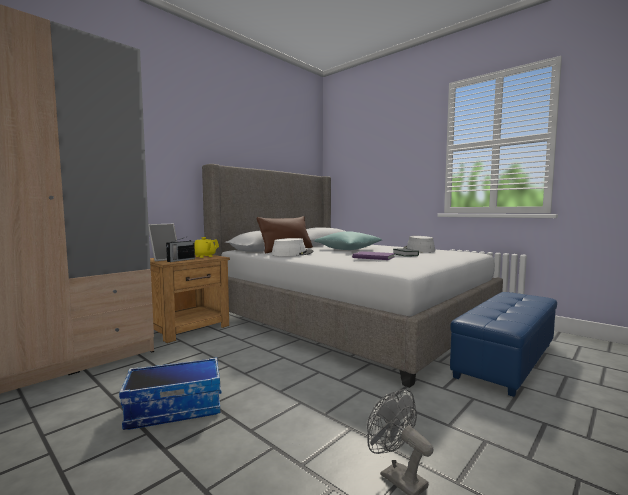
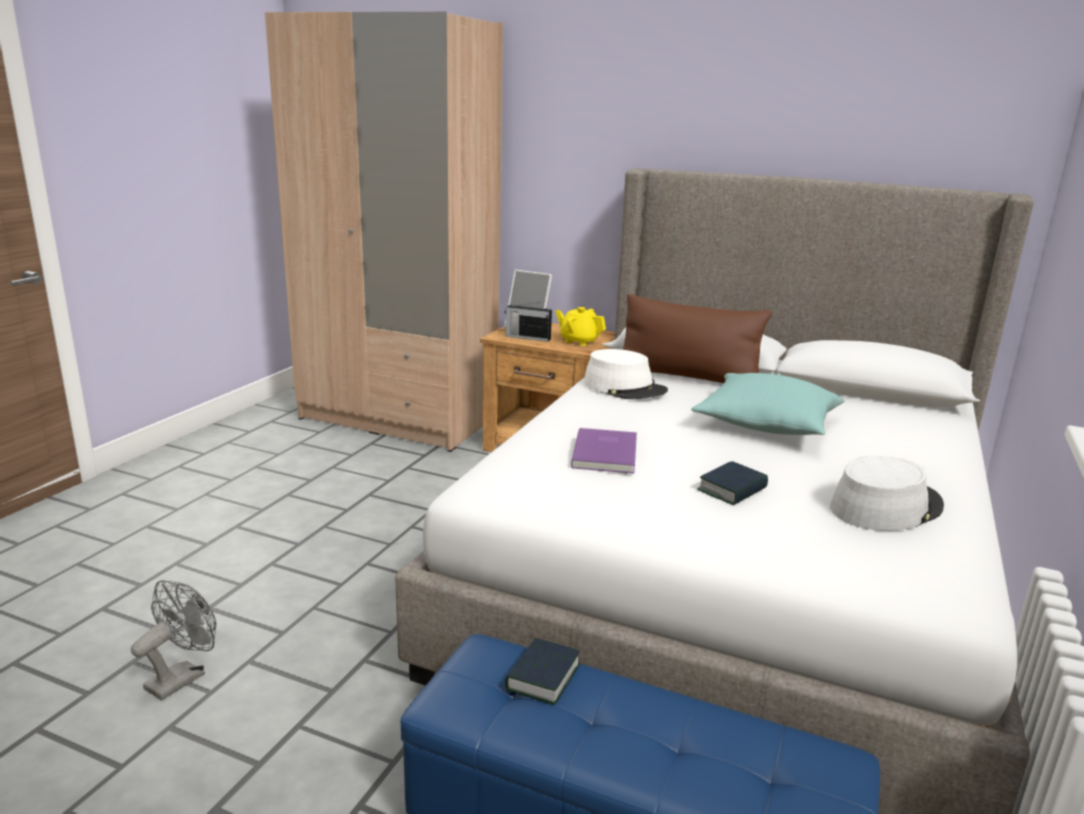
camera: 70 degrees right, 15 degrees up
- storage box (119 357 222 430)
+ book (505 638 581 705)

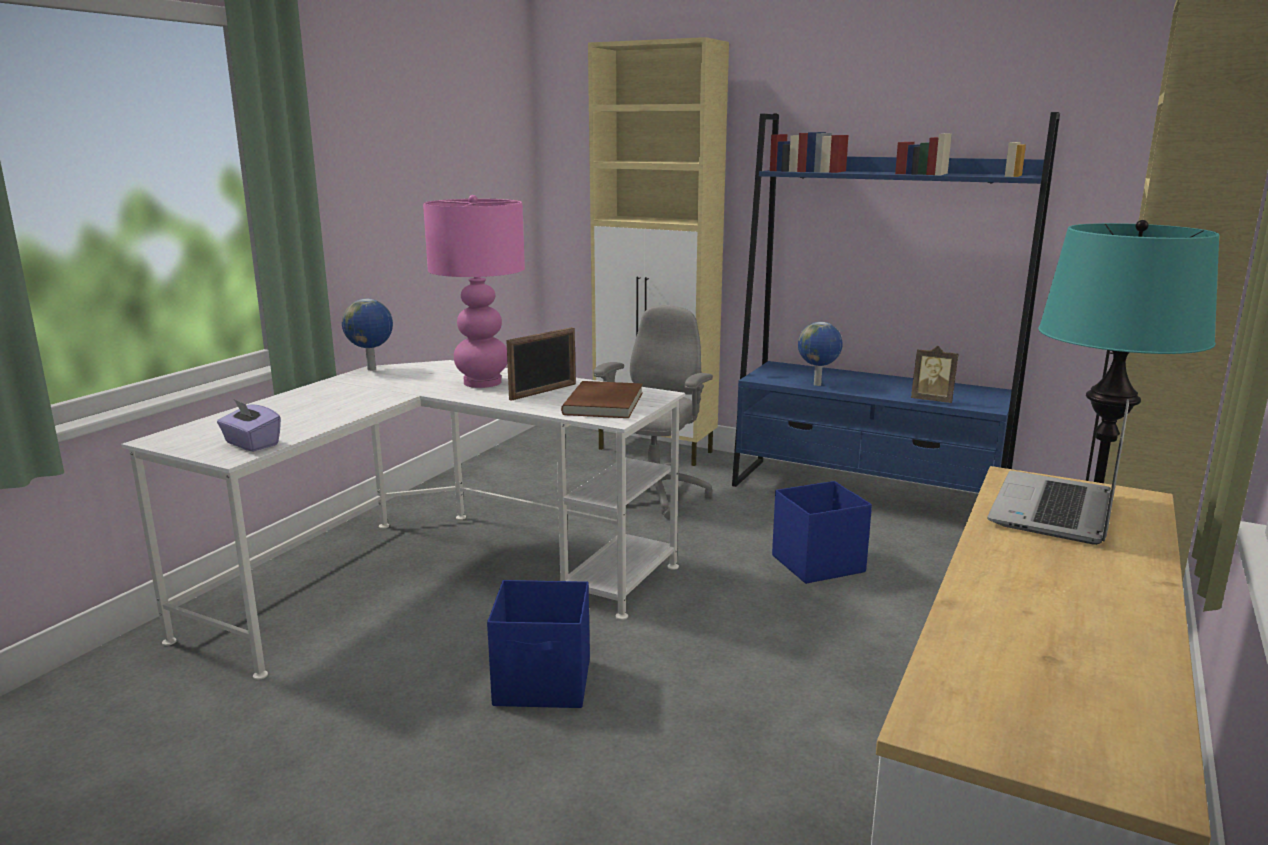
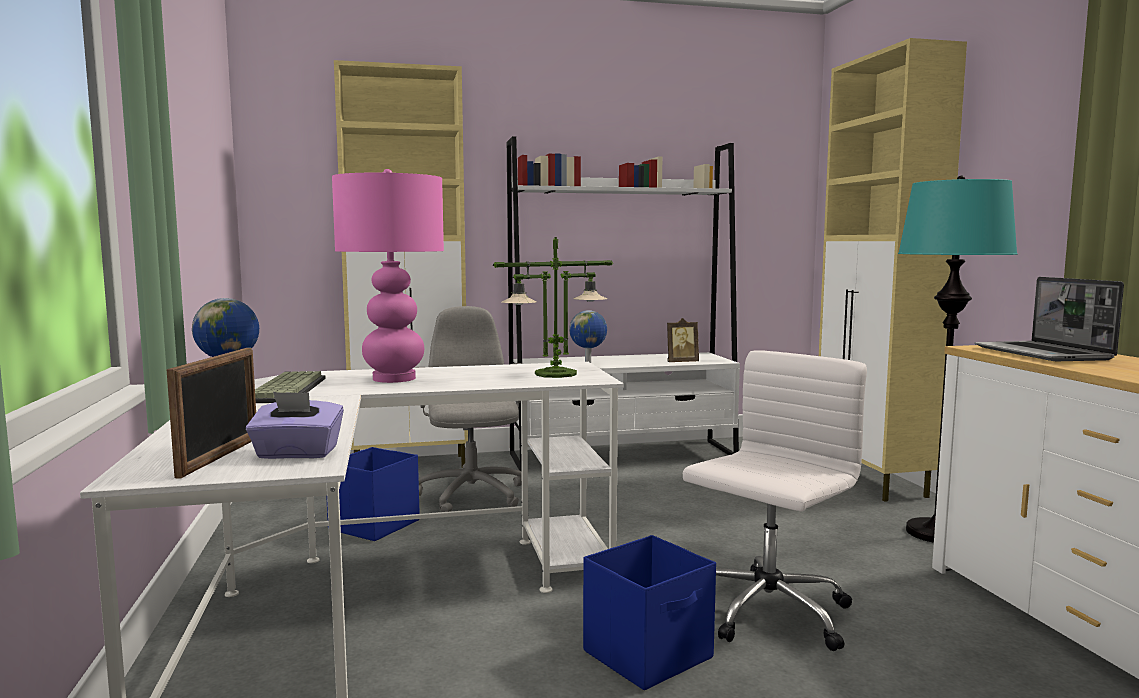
camera: 40 degrees left, 10 degrees down
~ blue bookcase (732 112 1060 493) to white bookcase (507 136 740 471)
~ picture frame (506 327 576 401) to (166 348 256 479)
~ brown book (561 381 643 418) to table lamp (493 237 613 378)
~ blue storage box (772 481 872 584) to (326 447 420 541)
+ white office chair (683 350 867 651)
+ keyboard (255 371 326 403)

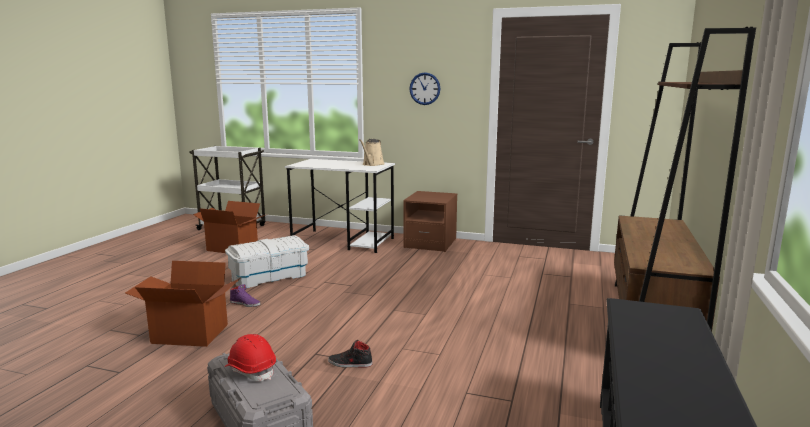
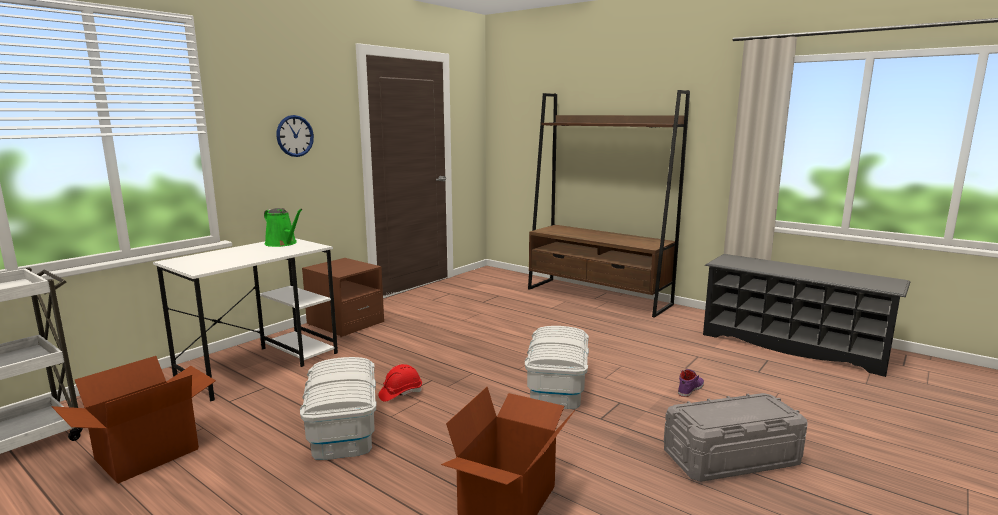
camera: 70 degrees left, 0 degrees up
~ beige watering can (359 139 385 166) to green watering can (264 208 303 247)
~ purple shoe (230 284 260 307) to (678 369 704 397)
~ red hard hat (225 334 276 381) to (378 364 422 402)
- black shoe (328 340 373 368)
+ white storage box (525 326 589 409)

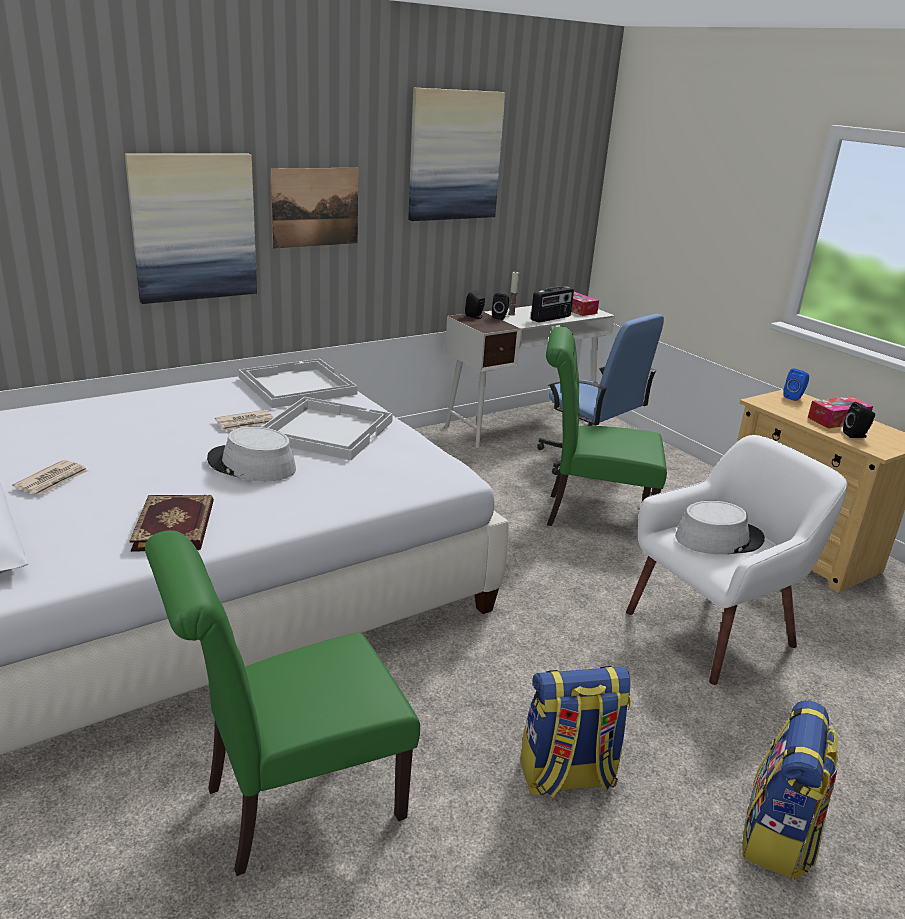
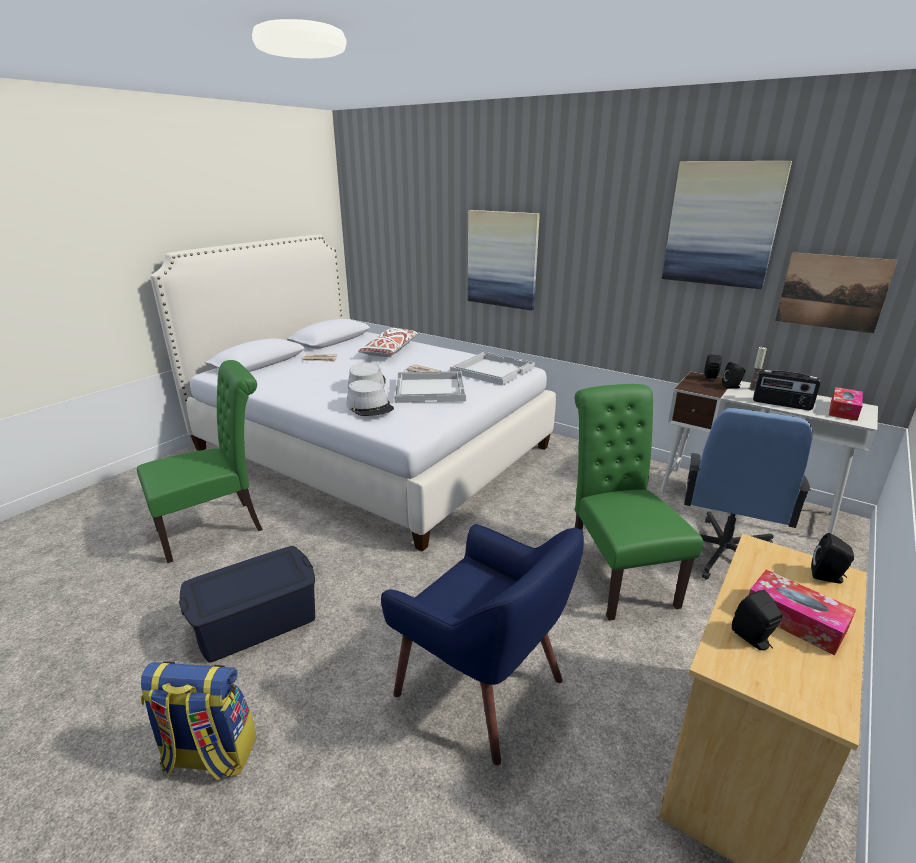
camera: 70 degrees right, 0 degrees up
~ picture (270 168 358 249) to (775 252 898 334)
~ blue speaker (783 368 809 401) to black speaker (811 533 854 584)
~ white armchair (626 435 848 685) to blue armchair (381 524 584 765)
- book (130 494 214 552)
~ grey hat (675 501 765 554) to (347 380 394 416)
~ green chair (145 530 420 876) = (137 360 263 563) 105 degrees clockwise
~ backpack (521 666 631 798) to blue storage box (179 546 315 663)
+ white pillow (358 328 419 357)

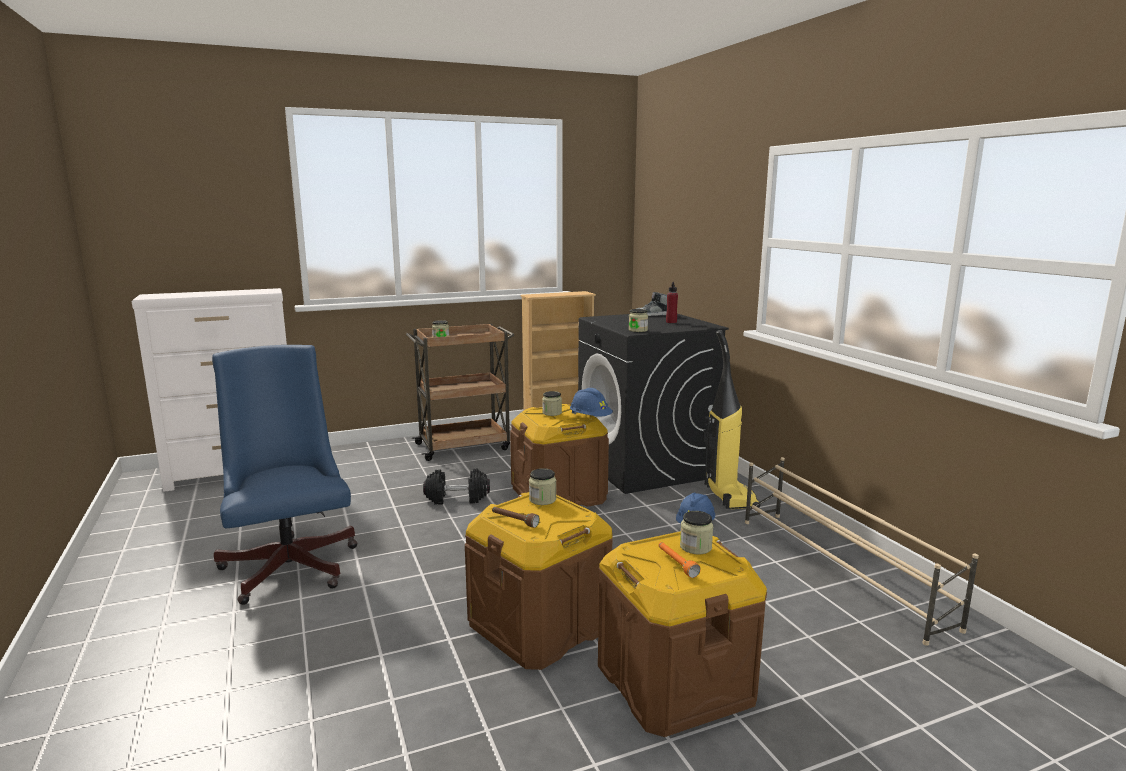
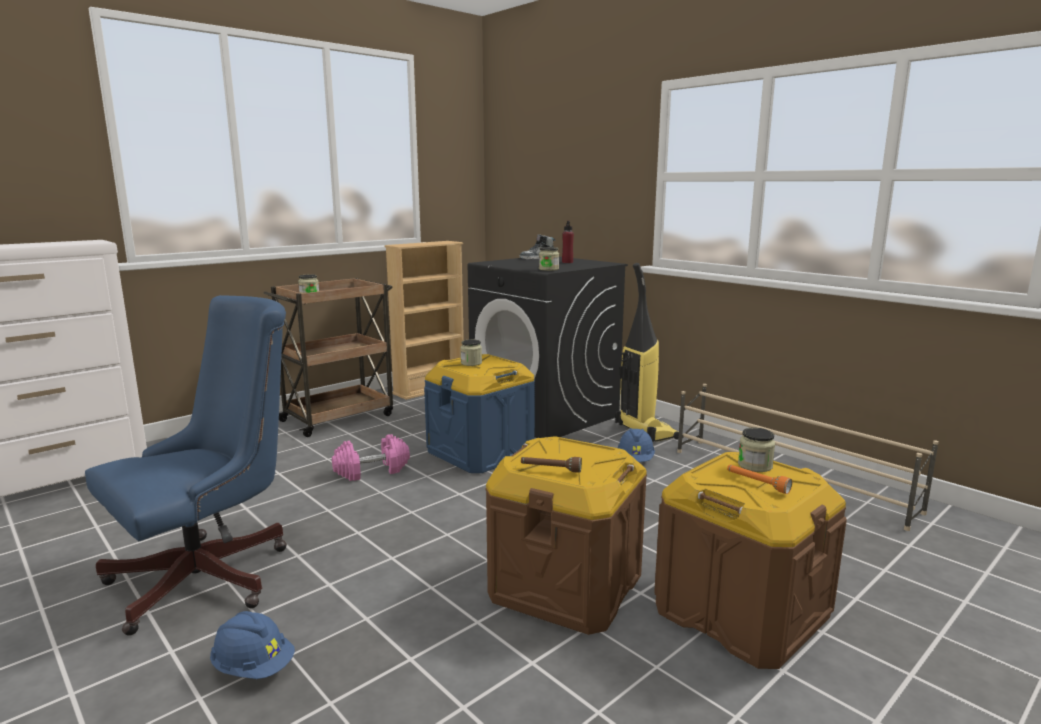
camera: 20 degrees left, 0 degrees up
~ blue office chair (212 345 358 605) = (85 295 287 636) 90 degrees clockwise
~ blue hard hat (570 388 613 417) to (210 611 295 679)
~ brown storage box (510 404 609 507) to blue storage box (424 354 535 473)
~ black dumbbell (423 468 490 505) to pink dumbbell (332 434 410 481)
- jar (529 468 556 505)

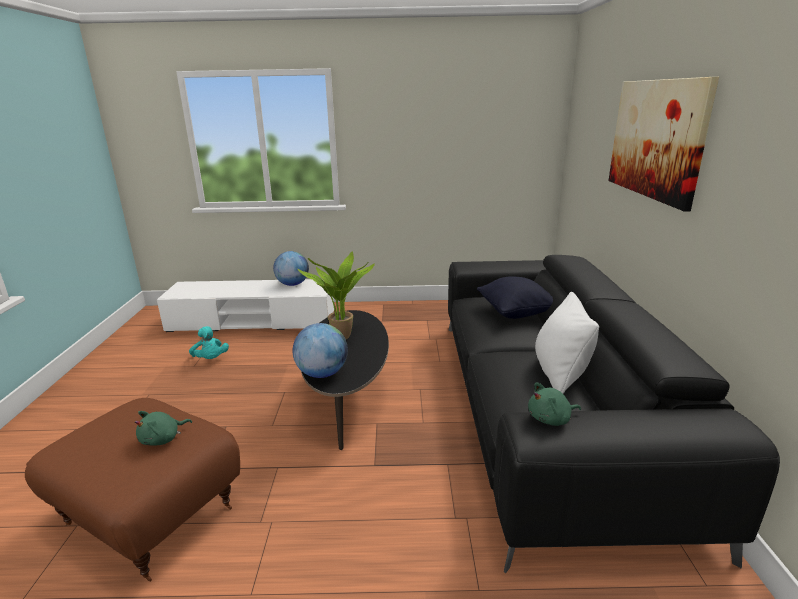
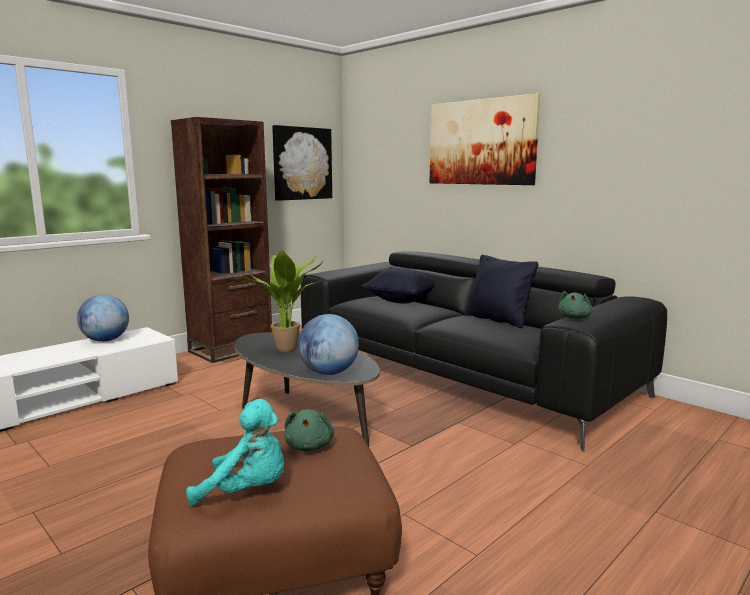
camera: 45 degrees left, 10 degrees down
~ white pillow (535 292 599 394) to black pillow (466 255 538 328)
~ turquoise plush toy (189 326 229 359) to (186 399 284 506)
+ brown bookcase (171 117 272 363)
+ picture (272 125 332 201)

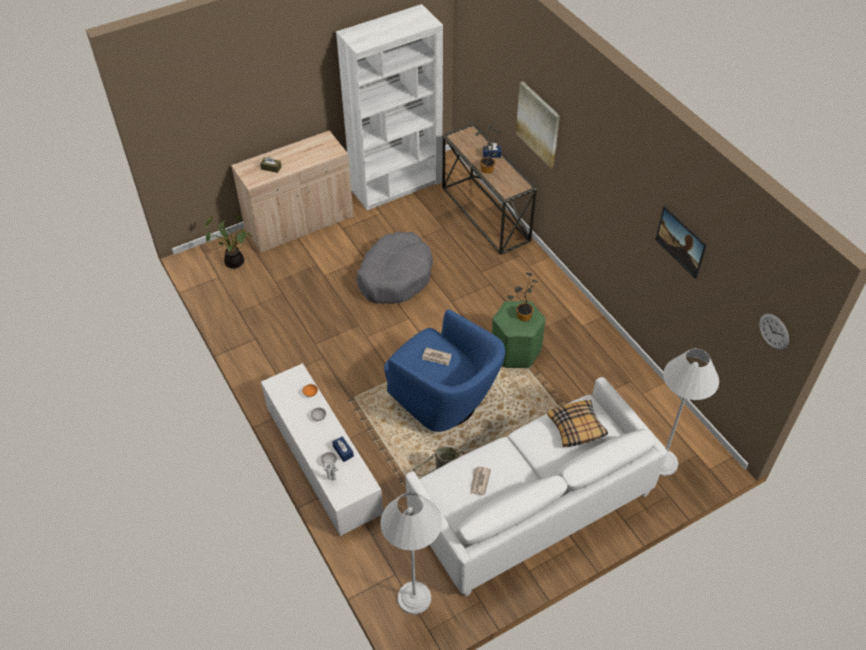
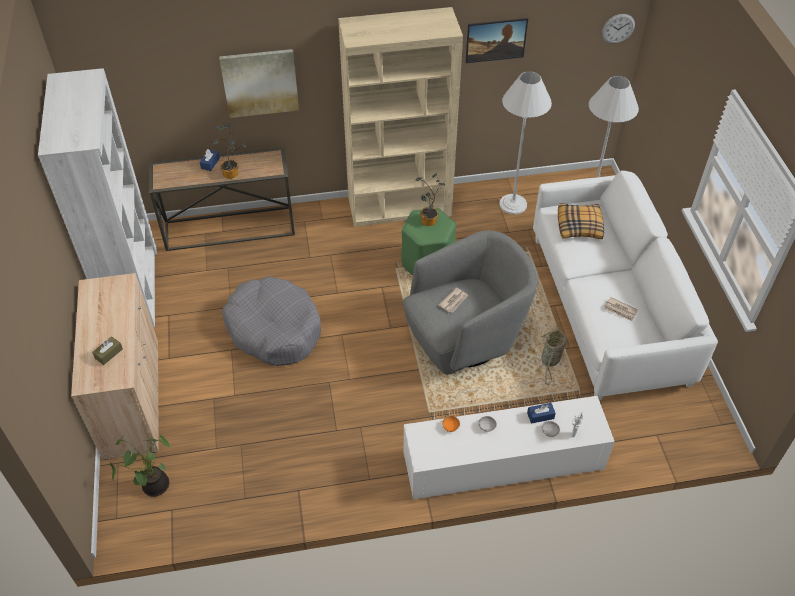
camera: 70 degrees left, 0 degrees up
~ blue armchair (384 309 505 432) to grey armchair (403 230 538 375)
~ white floor lamp (380 492 442 614) to (499 71 552 215)
+ beige bookcase (338 7 463 227)

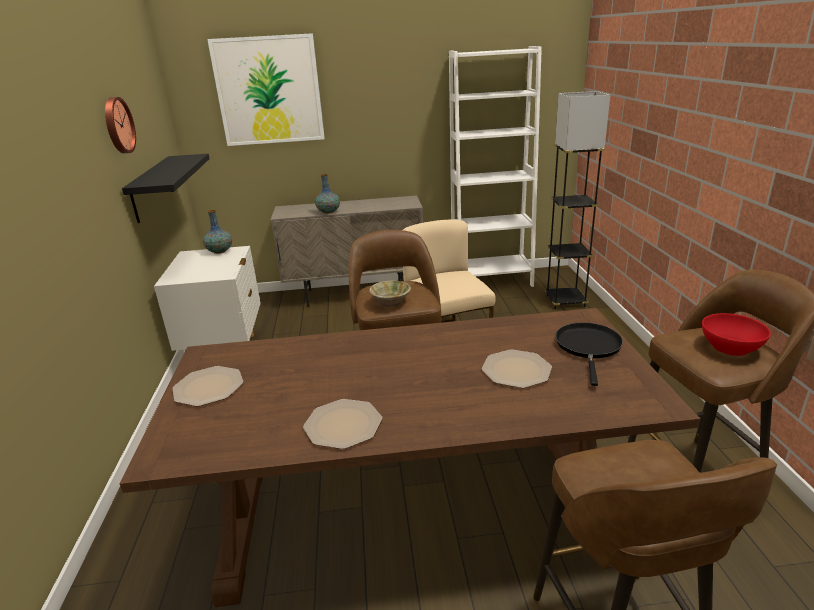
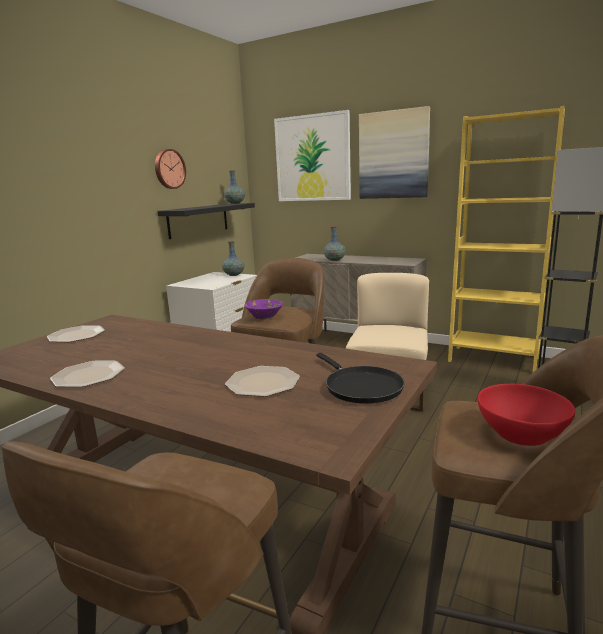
camera: 35 degrees right, 10 degrees down
~ white bookcase (449 46 542 287) to yellow bookcase (448 106 565 373)
~ beige bowl (369 281 411 307) to purple bowl (245 299 284 320)
~ black frying pan (555 323 623 386) = (316 353 405 404) 105 degrees clockwise
+ picture (359 106 430 199)
+ vase (224 170 245 204)

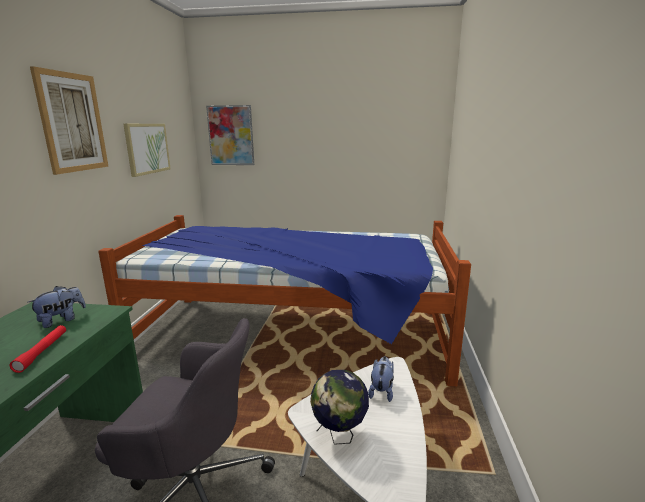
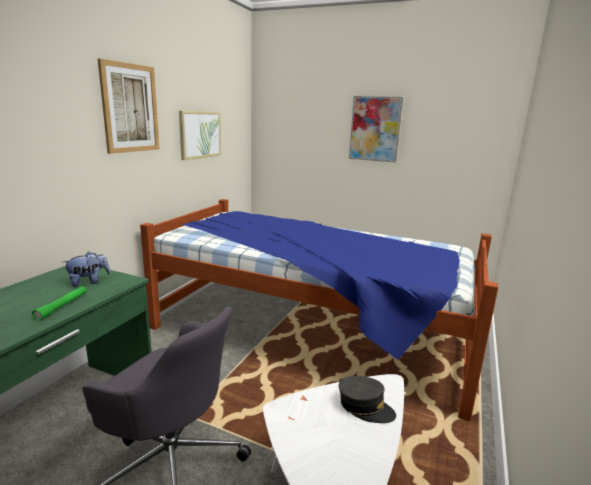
camera: 15 degrees right, 0 degrees up
~ picture (206 105 254 165) to (349 96 403 162)
~ red flashlight (10 325 66 373) to green flashlight (32 286 87 321)
~ plush toy (368 356 394 402) to grey cap (339 376 396 423)
- globe (310 370 369 445)

